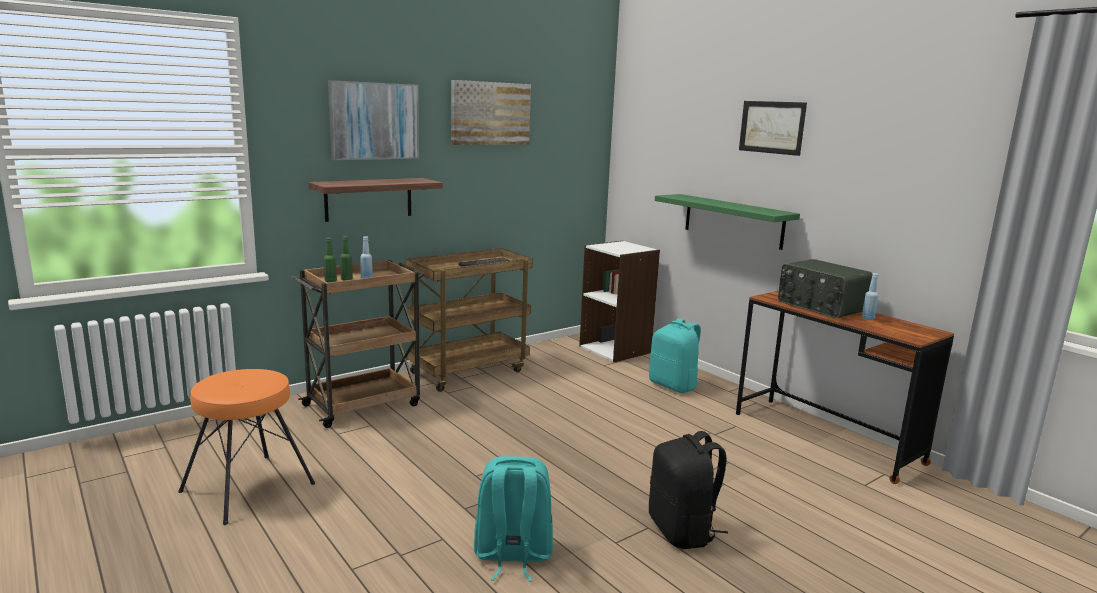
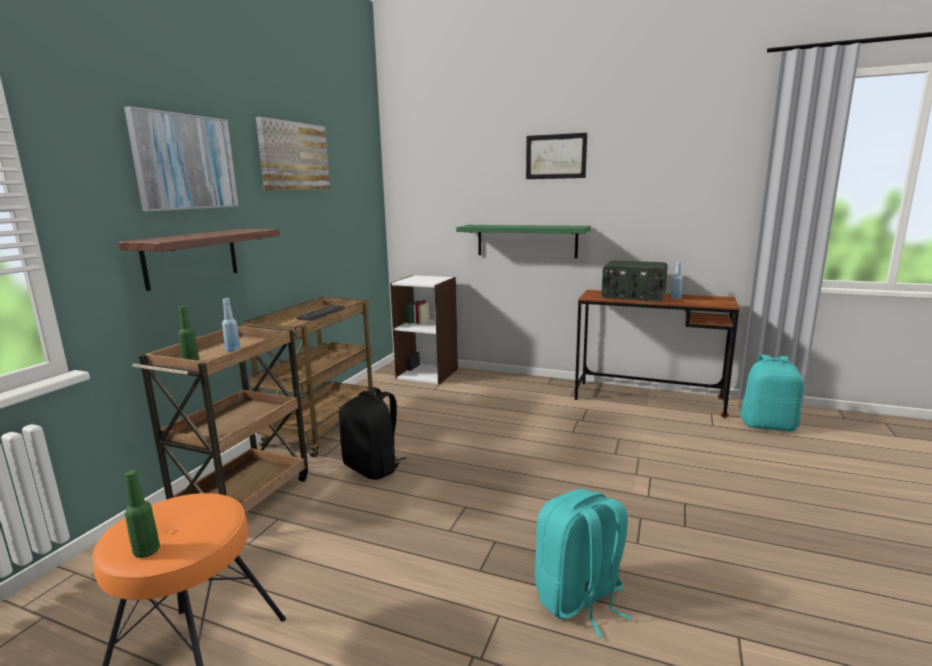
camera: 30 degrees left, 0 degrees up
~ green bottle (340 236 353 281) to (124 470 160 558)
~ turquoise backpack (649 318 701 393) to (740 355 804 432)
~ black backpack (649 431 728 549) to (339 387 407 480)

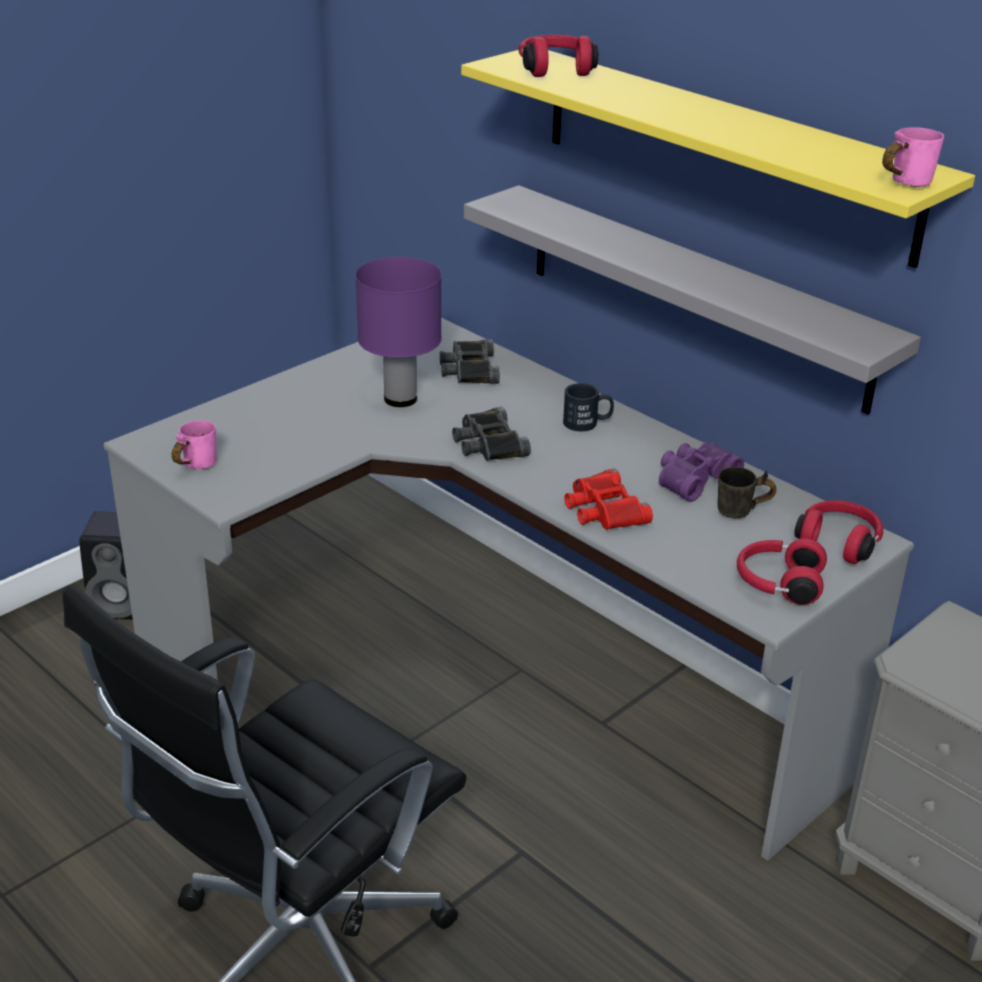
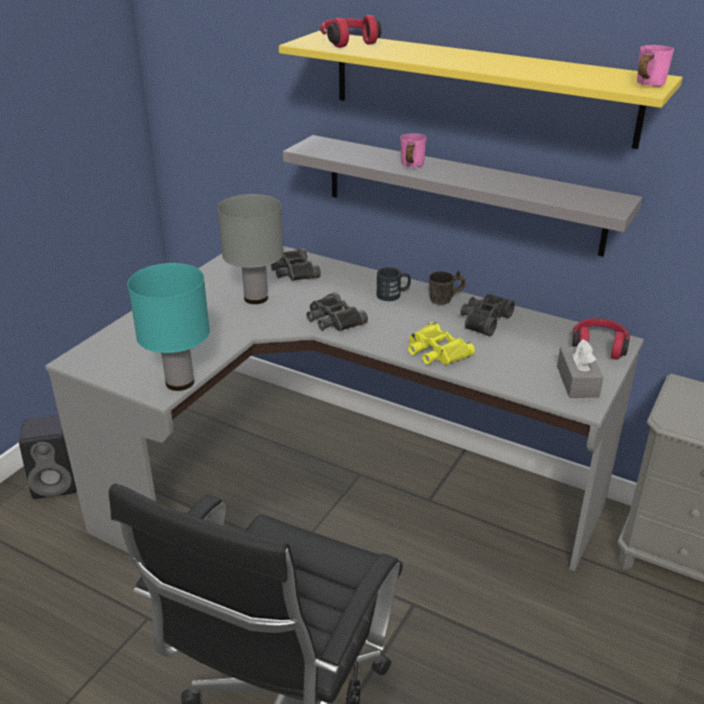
camera: 15 degrees left, 0 degrees up
~ purple table lamp (355 257 442 407) to grey table lamp (218 194 284 304)
~ pink mug (172 420 217 469) to (400 133 426 167)
~ purple binoculars (659 442 744 502) to black binoculars (460 294 515 336)
~ grey mug (718 467 776 518) to (429 270 466 305)
~ red binoculars (565 468 653 530) to yellow binoculars (408 322 475 365)
~ red headphones (737 538 827 605) to grey tissue box (557 339 603 398)
+ turquoise table lamp (128 263 210 391)

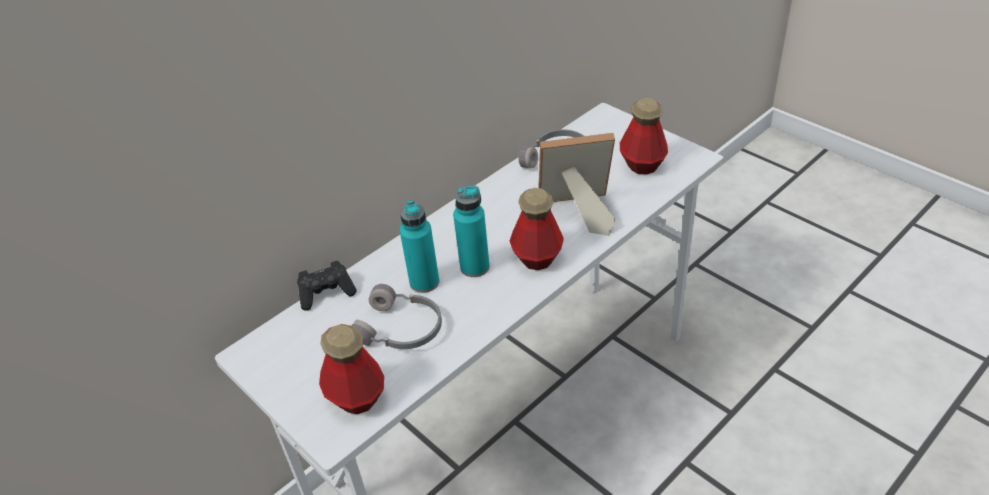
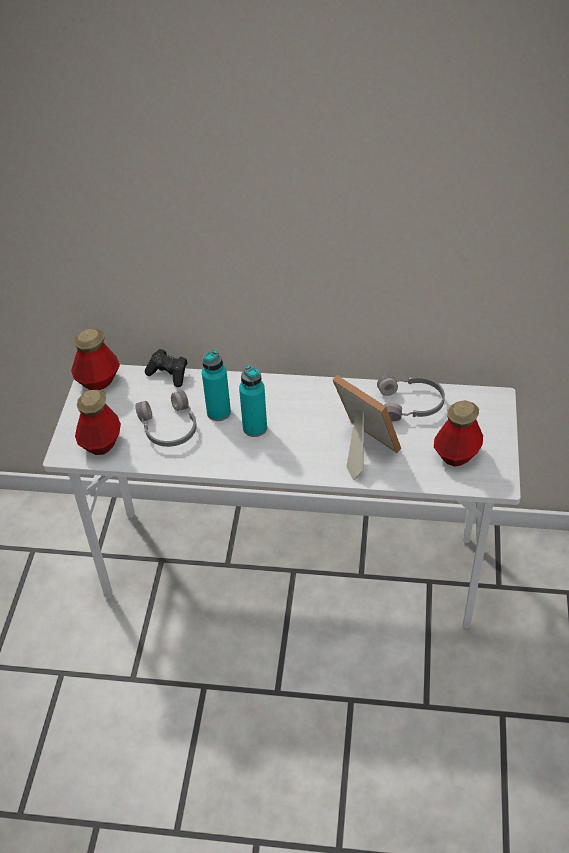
camera: 50 degrees right, 5 degrees up
~ bottle (510 188 564 270) to (71 329 120 390)

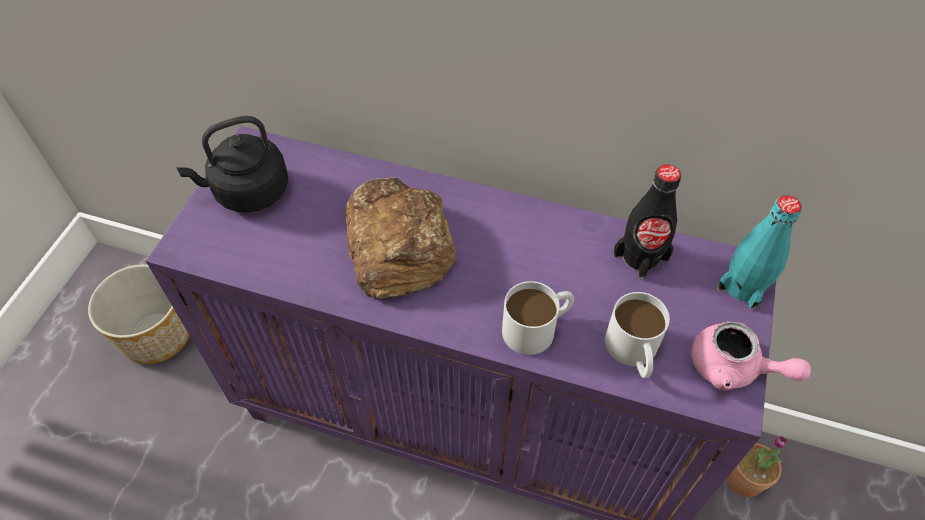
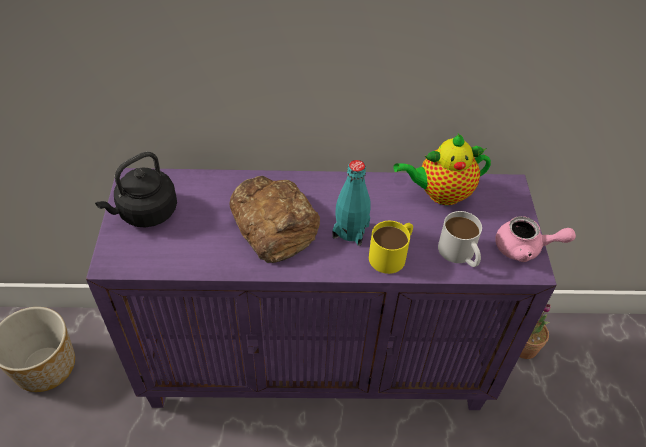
camera: 20 degrees left, 5 degrees down
~ black bottle (613 165 681 280) to teapot (393 134 491 205)
~ turquoise bottle (716 195 802 310) to (332 160 371 246)
~ white mug (502 281 574 355) to yellow mug (369 221 413 274)

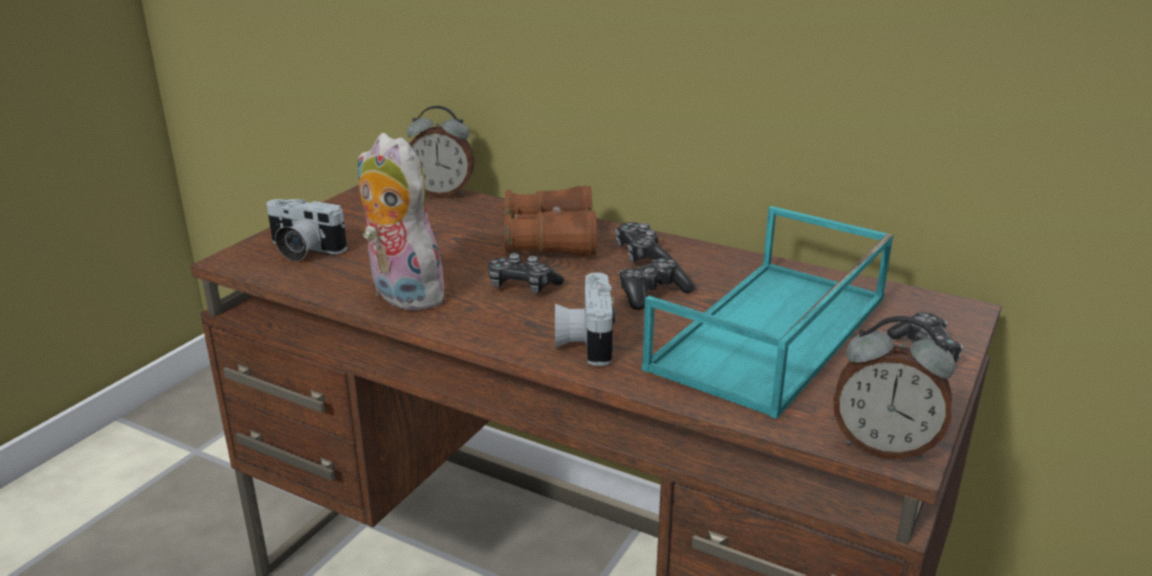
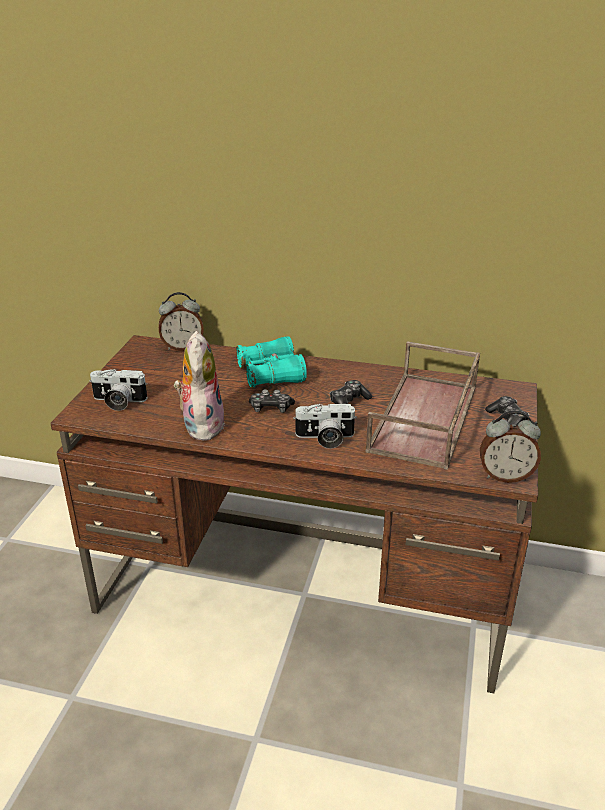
camera: 15 degrees left, 5 degrees up
~ plush toy (358 133 446 311) = (174 331 225 441) 60 degrees clockwise
~ brown binoculars (504 186 597 256) to turquoise binoculars (236 336 307 388)
~ turquoise tray (642 206 894 419) to brown tray (366 341 480 470)
- game controller (615 222 672 262)
~ photo camera (555 272 615 366) = (293 404 357 449) 75 degrees counterclockwise

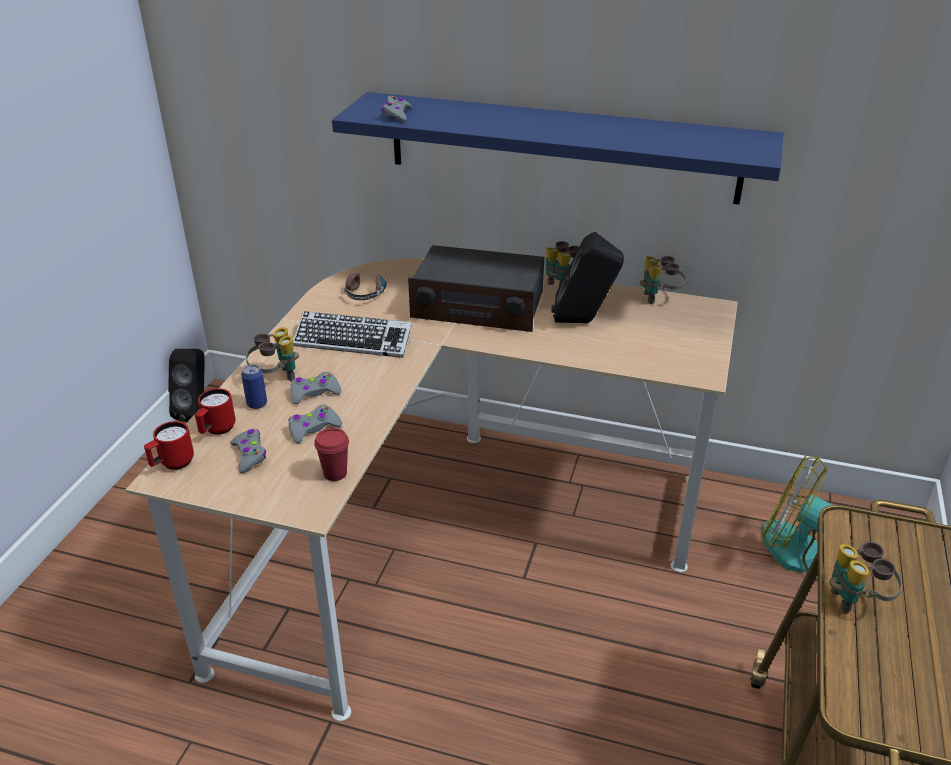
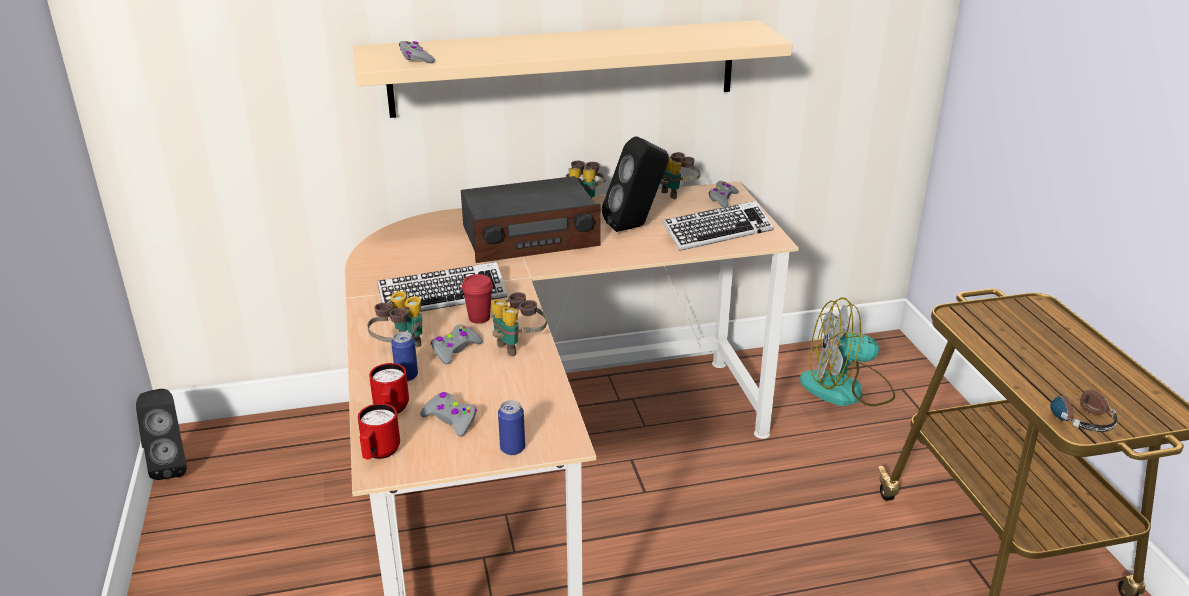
camera: 30 degrees left, 5 degrees down
~ blue shelf (332 92 784 204) to beige shelf (353 20 793 118)
~ headphones (344 272 387 300) to (1050 382 1117 432)
~ grey game controller (288 405 342 443) to (708 181 739 207)
~ red cup (314 428 349 481) to (462 274 493 324)
~ binoculars (829 542 902 614) to (491 292 547 356)
+ keyboard (662 201 774 251)
+ can (498 400 525 455)

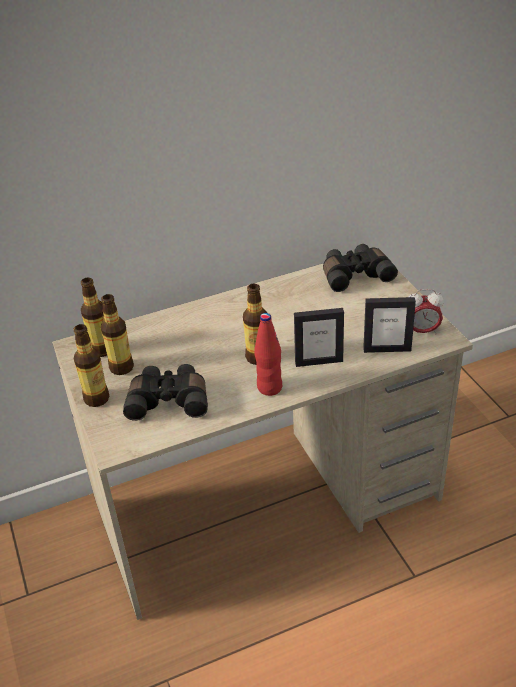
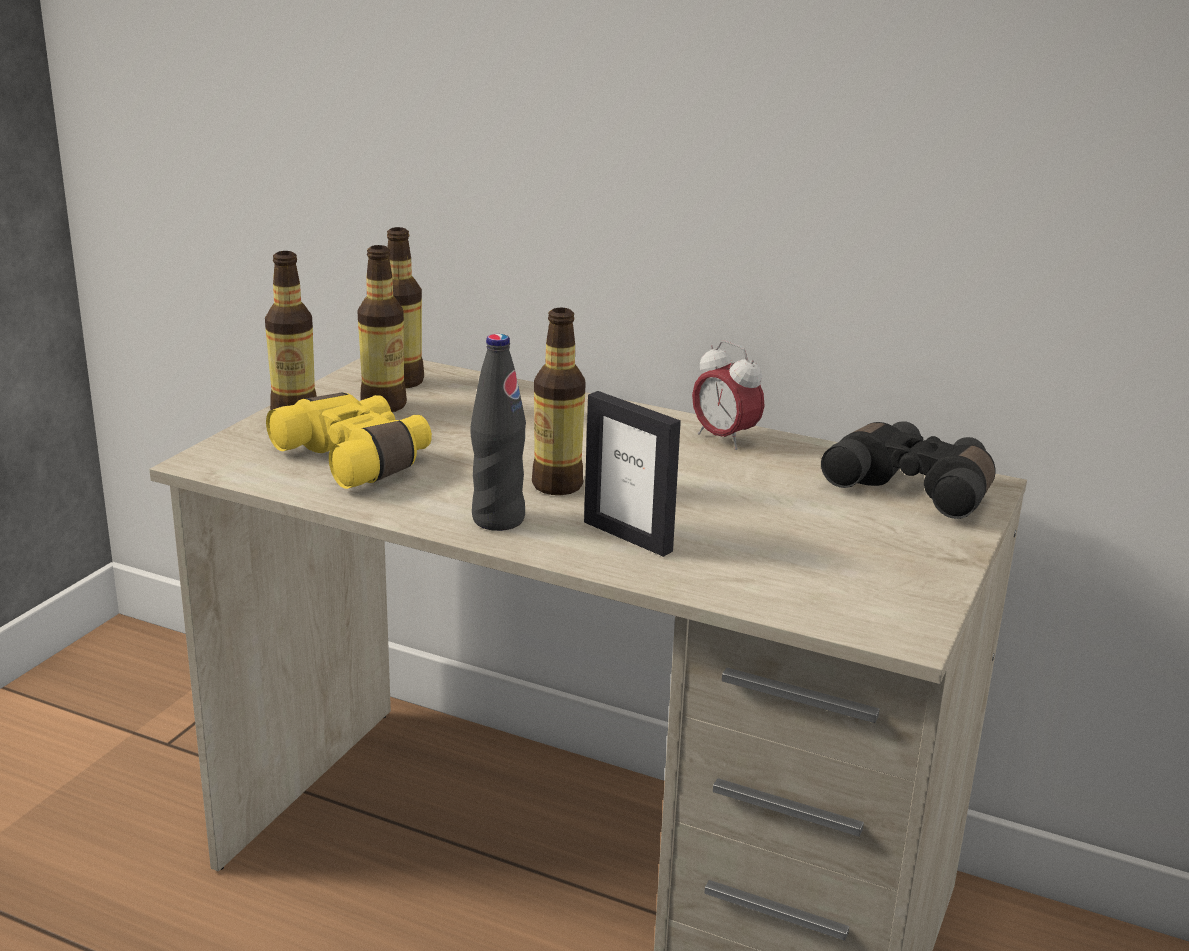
camera: 45 degrees right, 15 degrees down
~ alarm clock (408 289 444 334) to (692 341 765 450)
- picture frame (363 297 416 353)
~ red bottle (254 313 282 396) to black bottle (471 334 526 531)
~ black binoculars (123 364 208 421) to yellow binoculars (266 393 432 489)

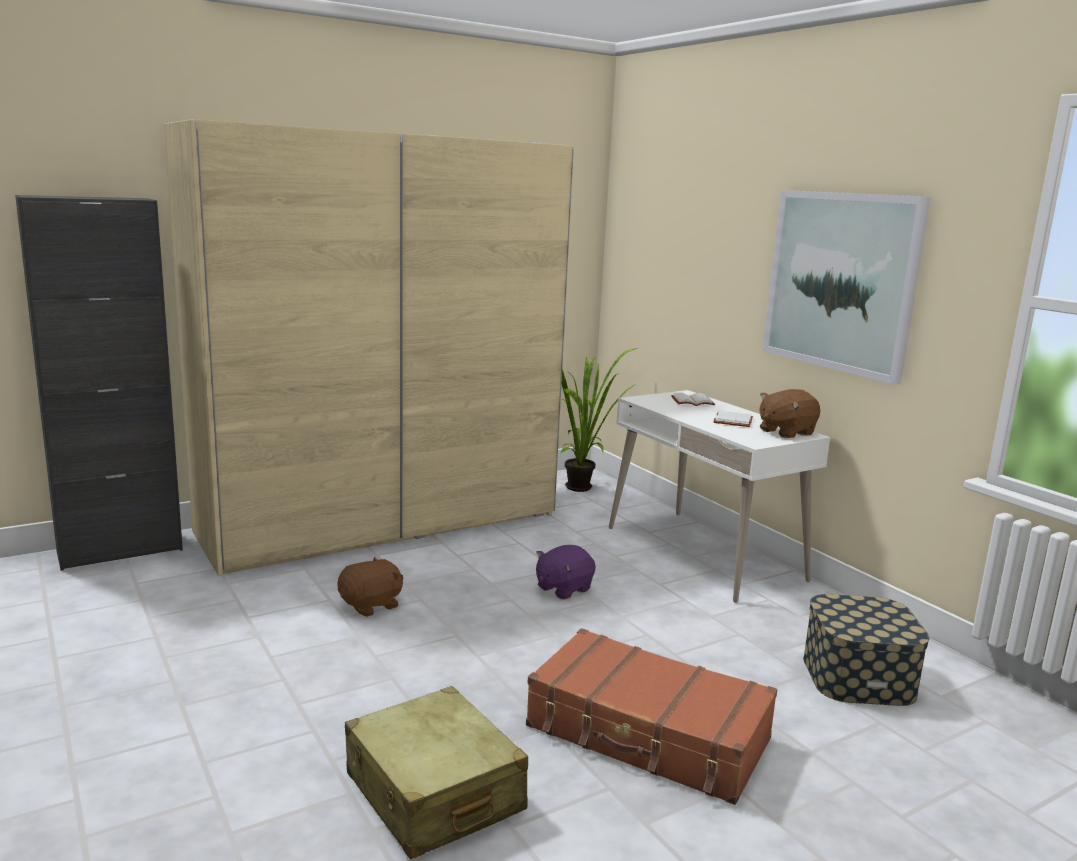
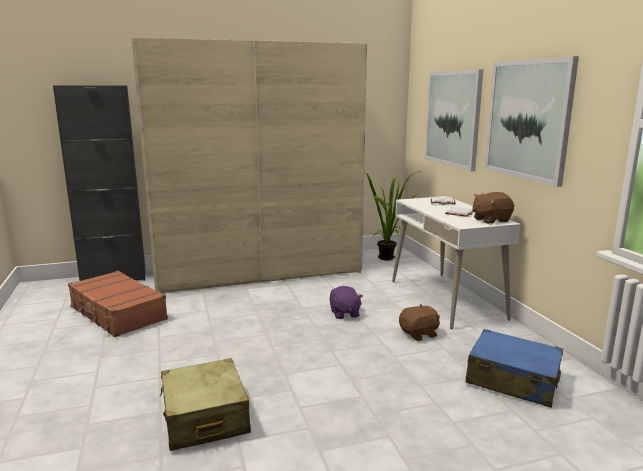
camera: 15 degrees right, 0 degrees up
~ purple plush toy (536 545 596 599) = (329 286 363 319) 75 degrees counterclockwise
~ brown plush toy (338 557 403 617) to (399 304 440 341)
~ storage box (803 594 930 706) to blue suitcase (465 329 563 408)
~ brown suitcase (526 628 777 805) to (68 271 168 337)
+ picture (425 70 483 171)

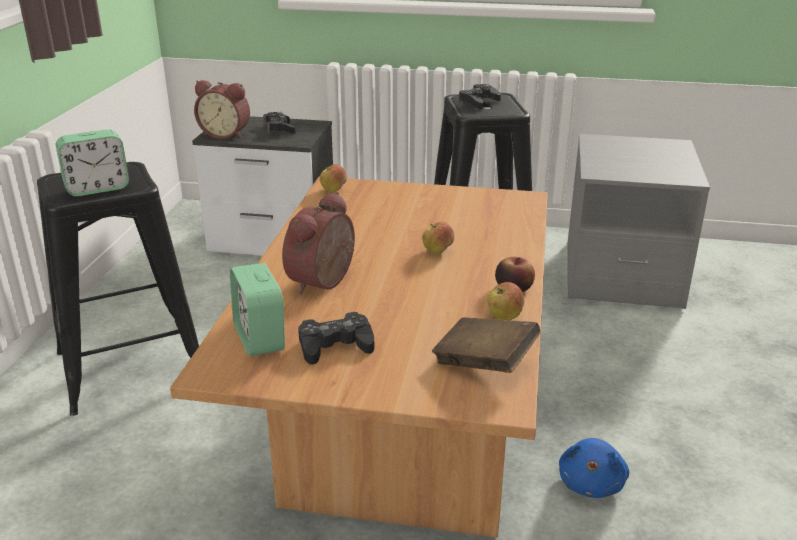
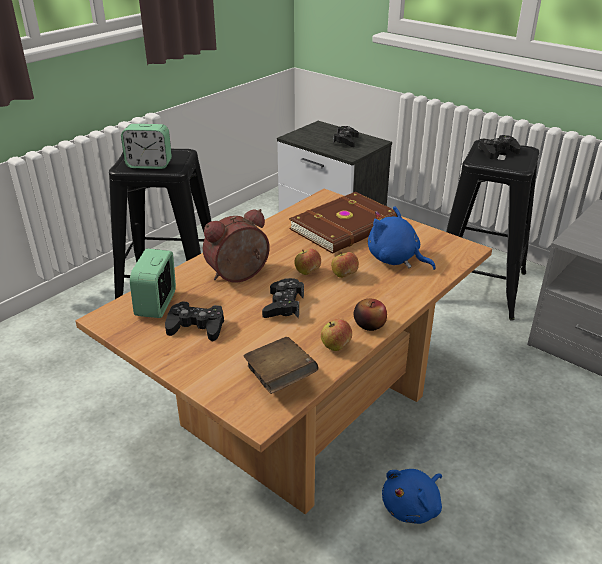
camera: 30 degrees right, 5 degrees up
- alarm clock (194 80 250 139)
~ apple (320 164 347 192) to (294 248 321 275)
+ brown book (289 192 397 253)
+ blue plush toy (368 206 436 270)
+ black game controller (262 278 304 318)

